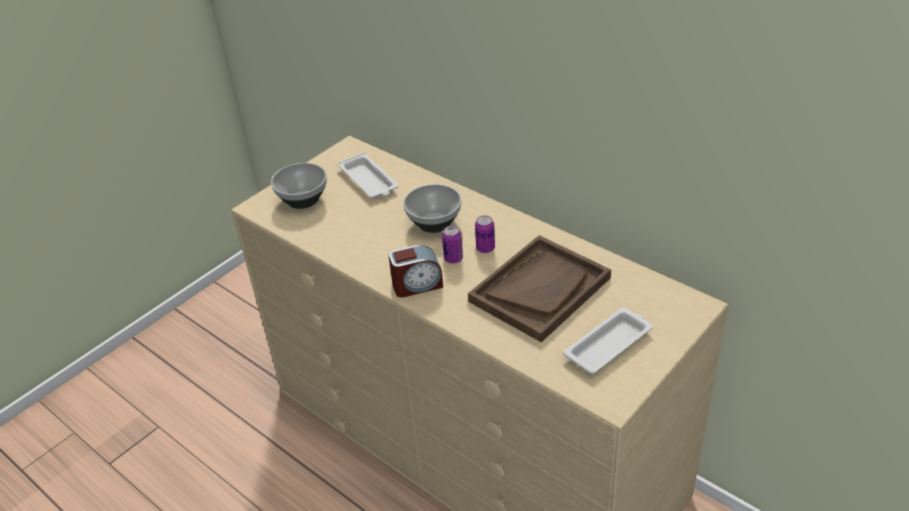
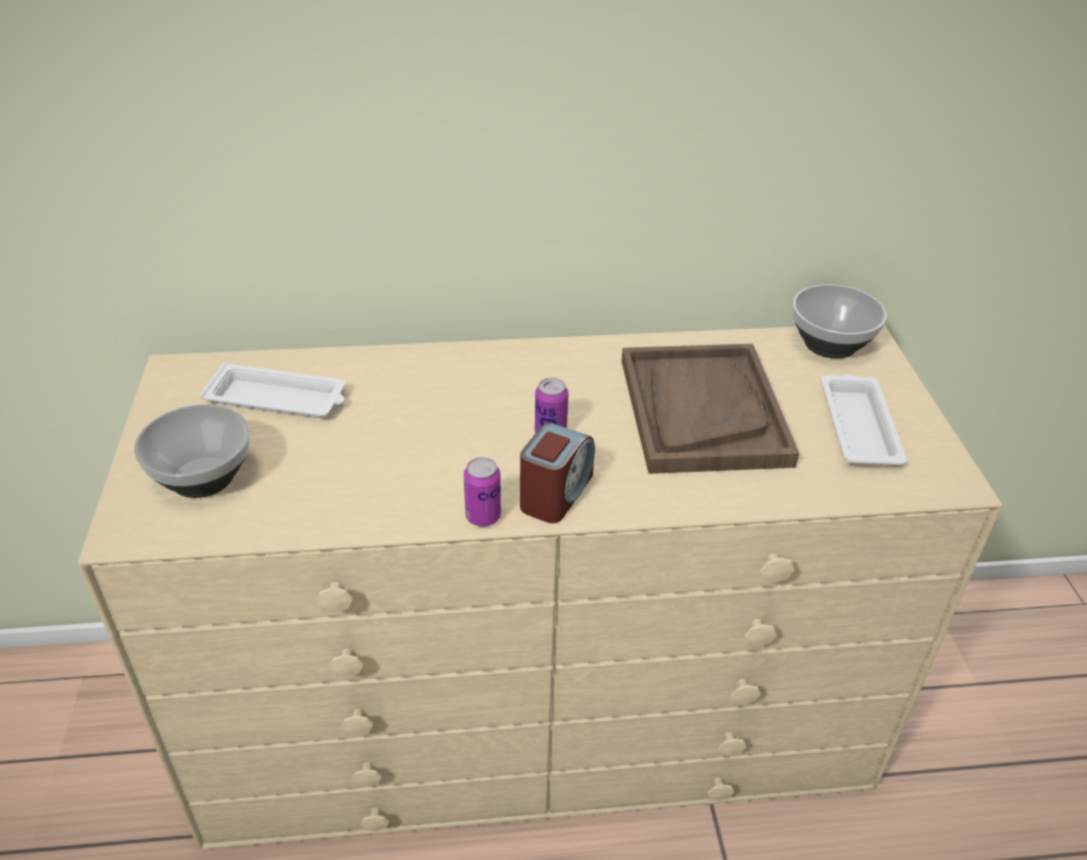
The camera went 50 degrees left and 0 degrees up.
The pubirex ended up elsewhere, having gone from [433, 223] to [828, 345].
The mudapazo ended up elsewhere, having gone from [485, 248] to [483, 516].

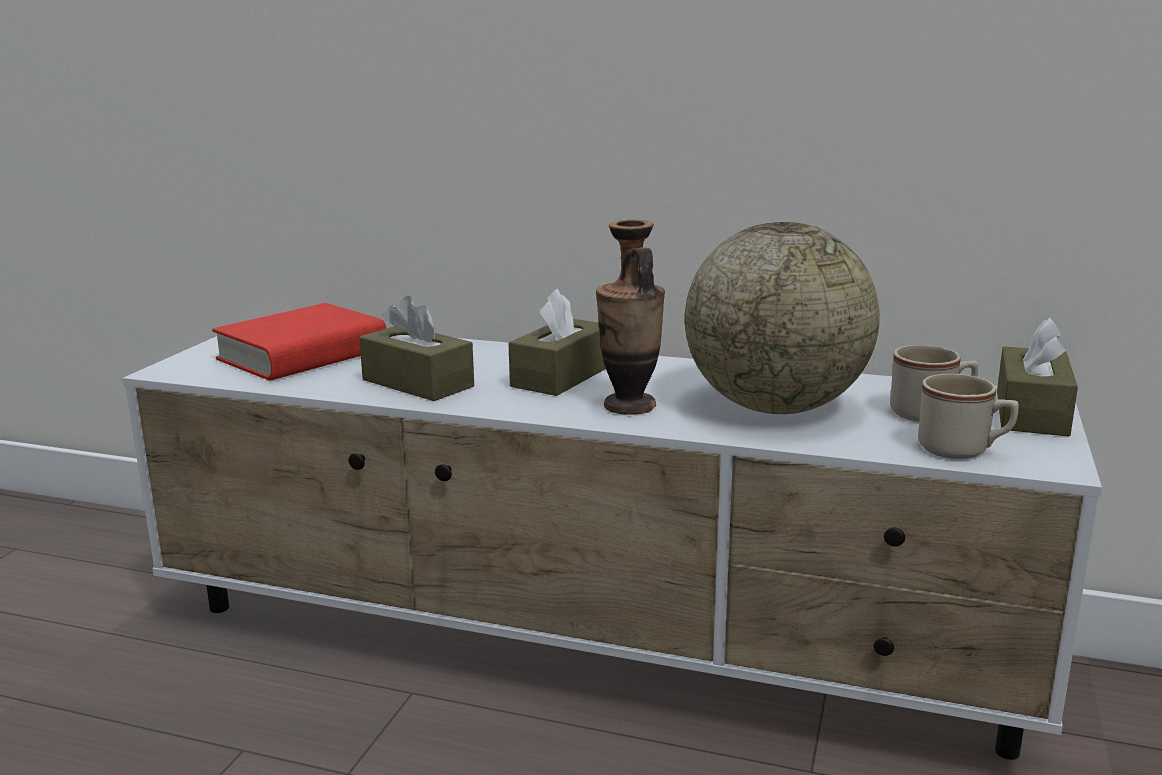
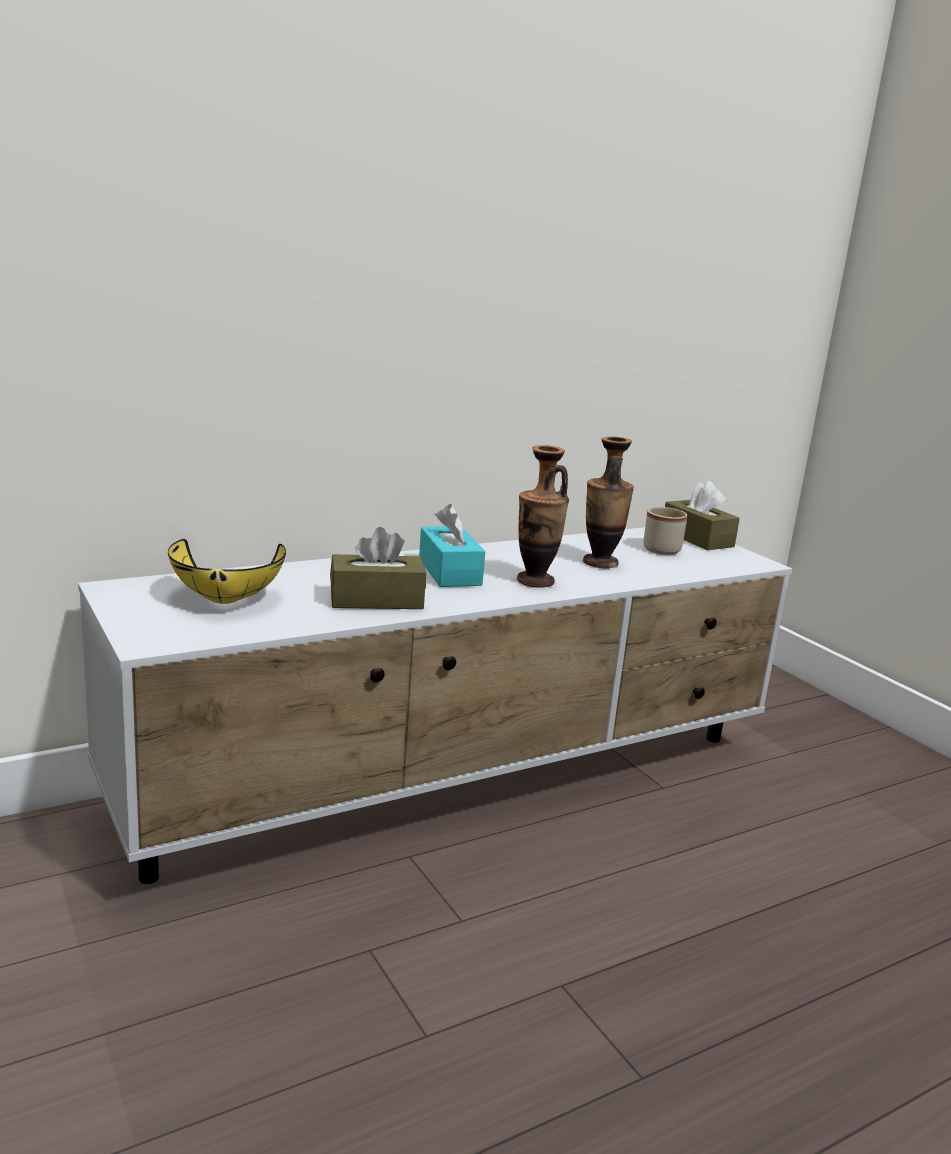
The camera went 50 degrees left and 0 degrees up.
The second view lost the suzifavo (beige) at [963, 450].
Where the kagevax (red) stood at [303, 355], the pubirex (yellow) came to stand at [227, 601].
Where the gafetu stood at [775, 407], the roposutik came to stand at [600, 563].
What was the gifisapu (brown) at [561, 376] turned into the gifisapu (turquoise) at [449, 572].

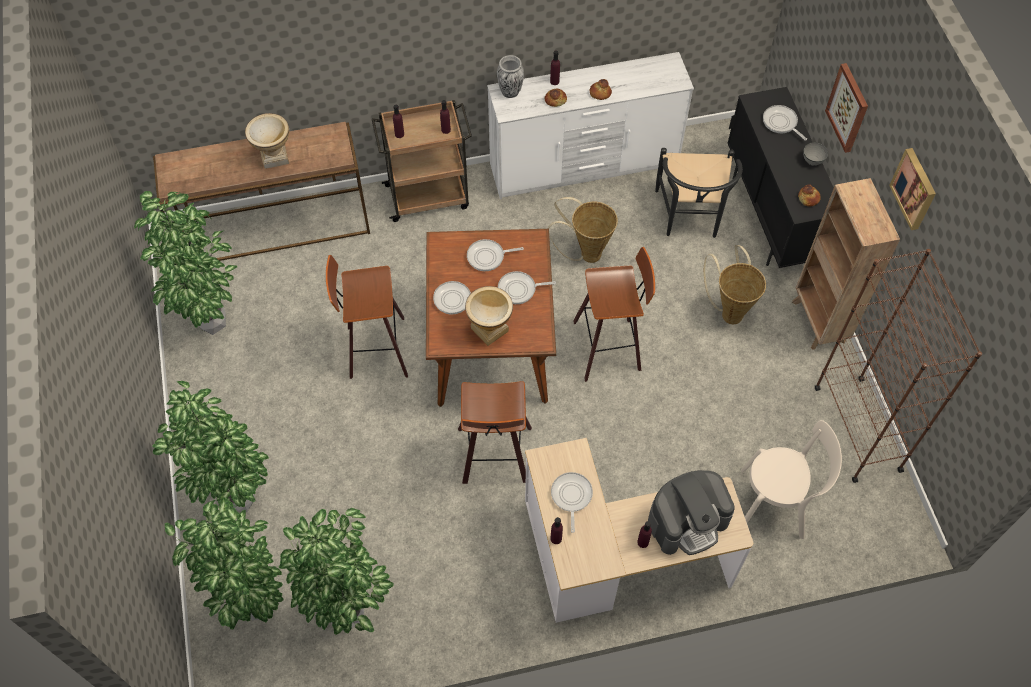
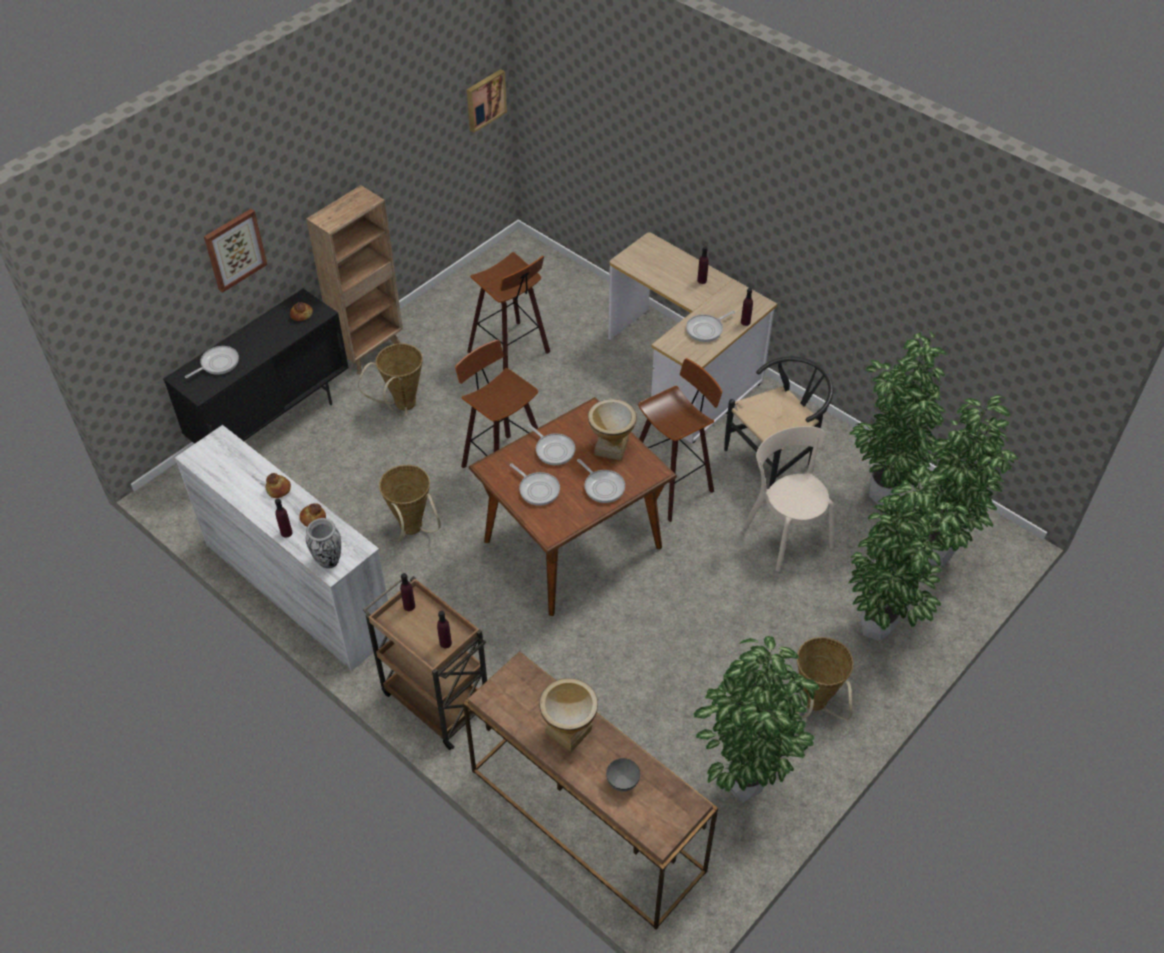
The camera went 125 degrees left and 10 degrees down.
The second view lost the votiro at [687, 521].
The second view lost the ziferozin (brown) at [857, 428].
The second view gained the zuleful at [815, 706].
The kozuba ended up elsewhere, having gone from [374, 349] to [512, 352].
The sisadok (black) ended up elsewhere, having gone from [690, 218] to [775, 458].
The sisadok (beige) ended up elsewhere, having gone from [776, 503] to [785, 533].
The pubirex (grey) ended up elsewhere, having gone from [813, 161] to [622, 782].
The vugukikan ended up elsewhere, having gone from [915, 188] to [485, 99].
The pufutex at [781, 123] ended up facing another way, 150 degrees counterclockwise from before.

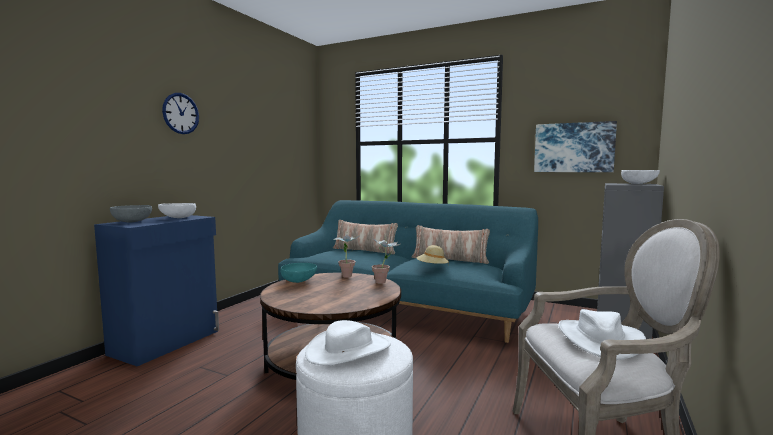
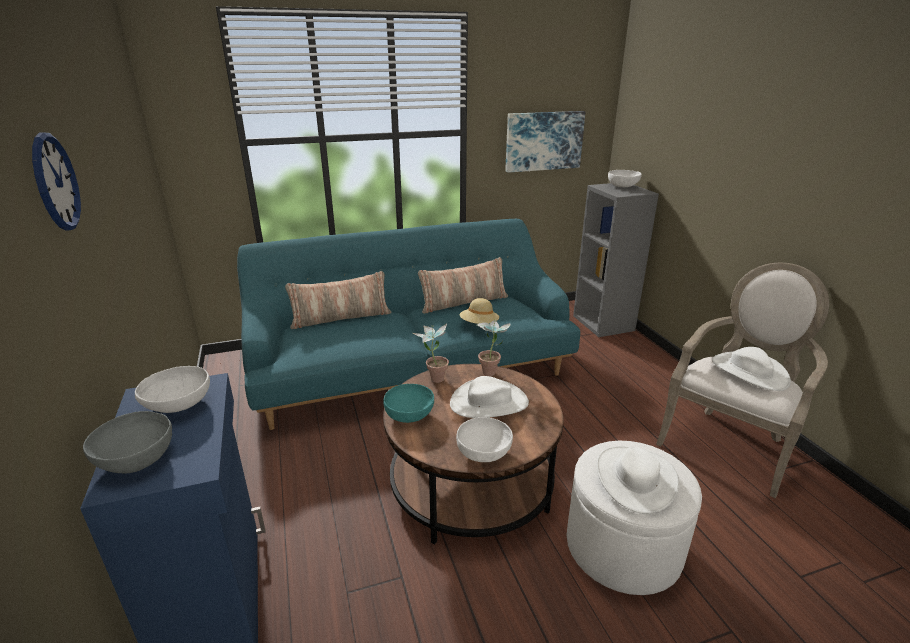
The camera went 45 degrees left and 20 degrees up.
The second view gained the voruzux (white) at [489, 403].
The second view gained the pubirex (white) at [484, 452].

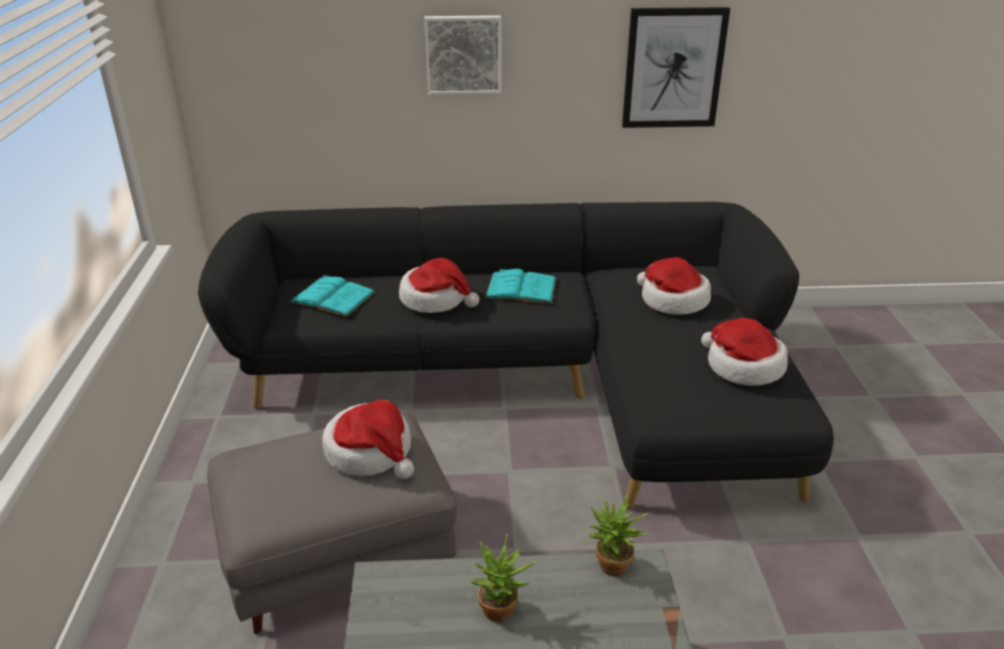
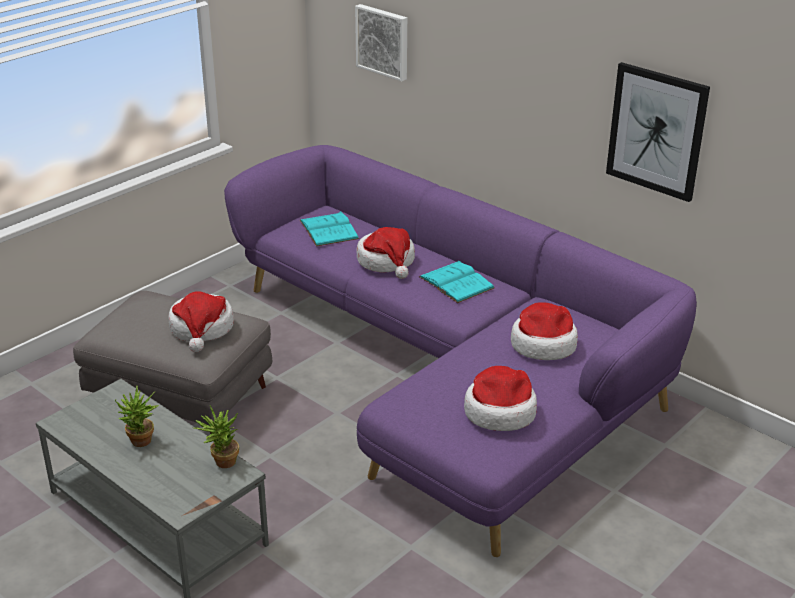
The camera went 45 degrees right and 0 degrees up.
The vugukikan ended up elsewhere, having gone from [463, 54] to [383, 41].
What was the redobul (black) at [538, 380] turned into the redobul (purple) at [450, 370].

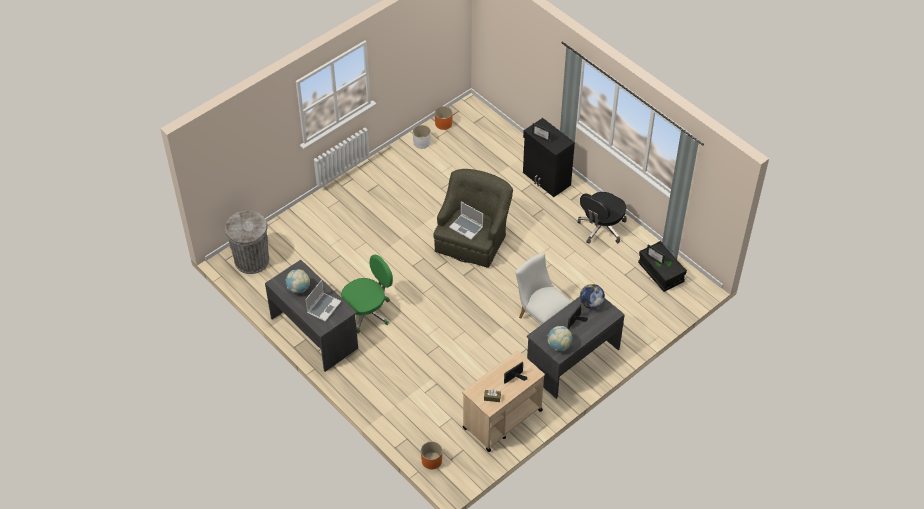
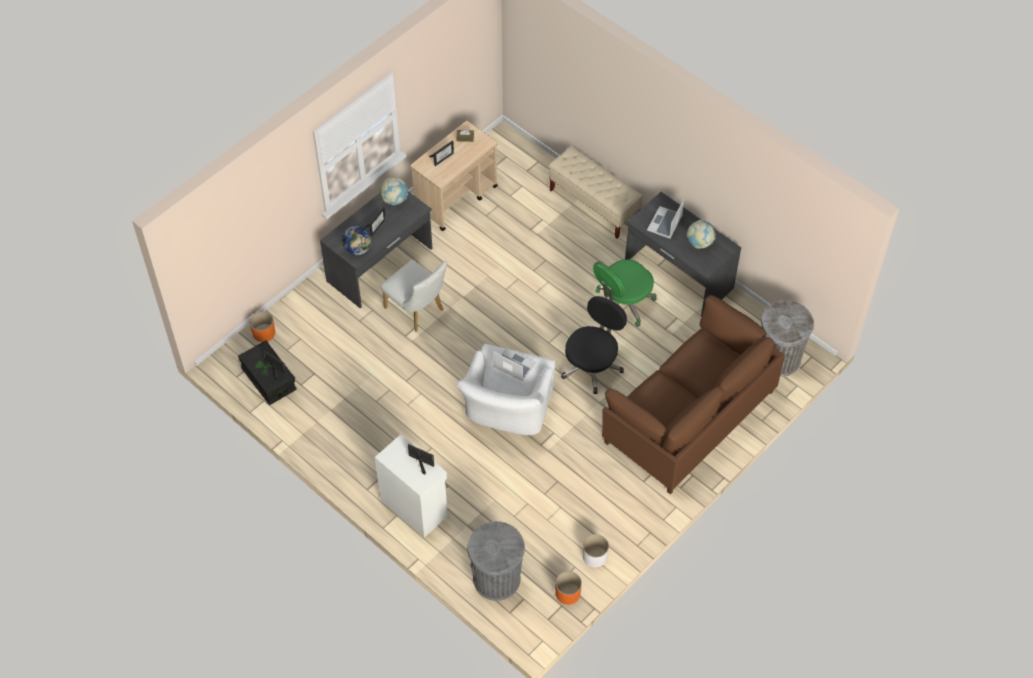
The camera went 175 degrees right and 5 degrees up.
The second view gained the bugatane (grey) at [496, 579].
The second view gained the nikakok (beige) at [594, 205].
The second view gained the redobul (brown) at [688, 416].
The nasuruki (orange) ended up elsewhere, having gone from [431, 460] to [264, 333].
The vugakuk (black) ended up elsewhere, having gone from [601, 228] to [592, 365].
What was the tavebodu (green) at [473, 238] turned into the tavebodu (white) at [507, 409].
What was the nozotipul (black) at [546, 179] turned into the nozotipul (white) at [414, 507].

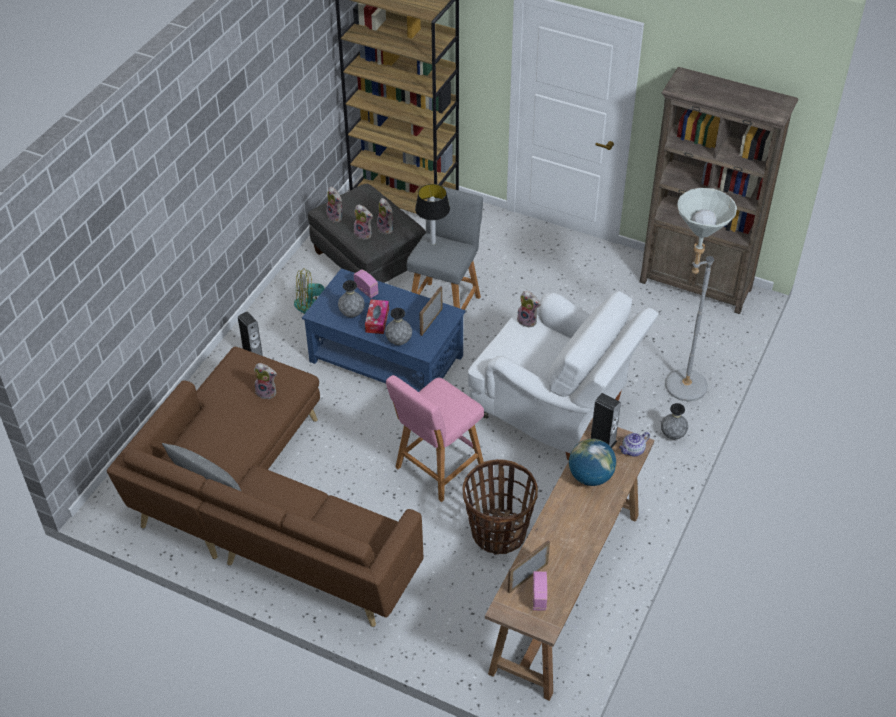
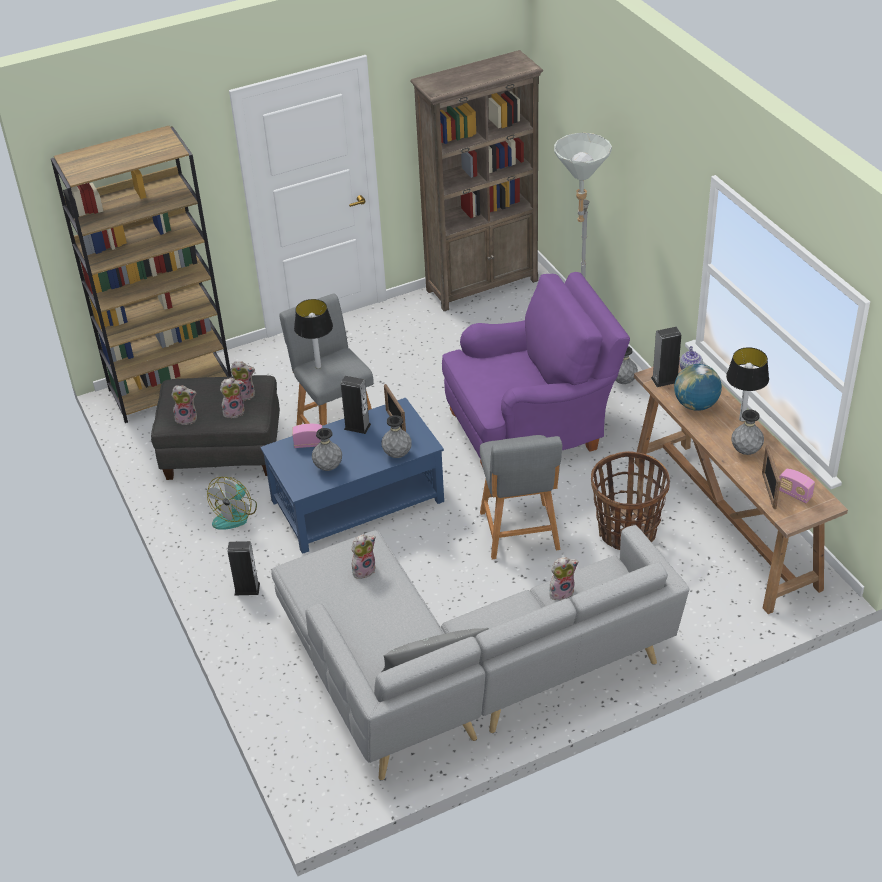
The camera went 50 degrees left and 5 degrees down.
The second view lost the gifisapu at [377, 320].
The second view gained the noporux at [357, 426].
The second view gained the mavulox at [742, 419].
The second view gained the roposutik (grey) at [745, 451].
The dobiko ended up elsewhere, having gone from [528, 321] to [561, 592].
What was the redobul (brown) at [265, 514] turned into the redobul (grey) at [458, 675].
What was the kozuba (pink) at [436, 469] turned into the kozuba (grey) at [520, 534].
What was the tavebodu (white) at [554, 412] turned into the tavebodu (purple) at [531, 432].

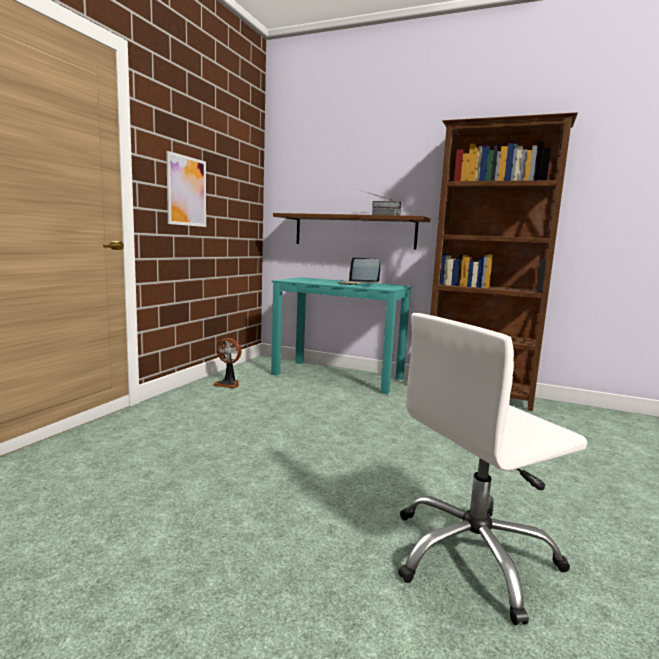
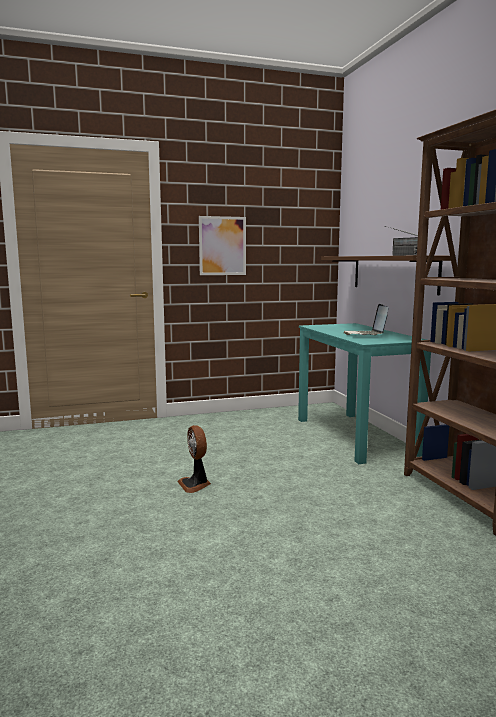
The camera went 50 degrees right and 0 degrees up.
The second view lost the vugakuk (white) at [473, 556].
The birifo ended up elsewhere, having gone from [228, 384] to [195, 484].

